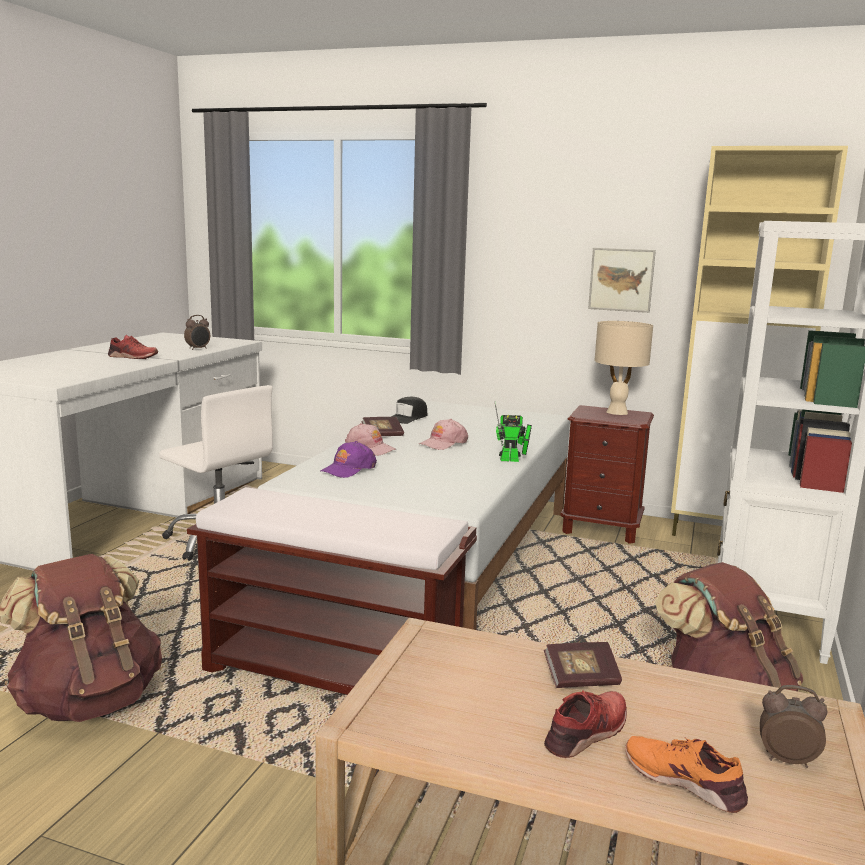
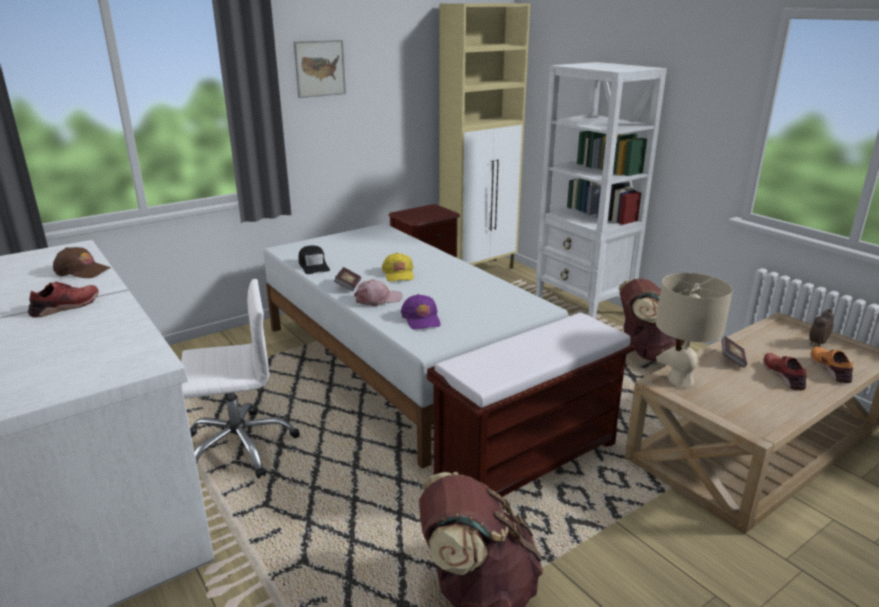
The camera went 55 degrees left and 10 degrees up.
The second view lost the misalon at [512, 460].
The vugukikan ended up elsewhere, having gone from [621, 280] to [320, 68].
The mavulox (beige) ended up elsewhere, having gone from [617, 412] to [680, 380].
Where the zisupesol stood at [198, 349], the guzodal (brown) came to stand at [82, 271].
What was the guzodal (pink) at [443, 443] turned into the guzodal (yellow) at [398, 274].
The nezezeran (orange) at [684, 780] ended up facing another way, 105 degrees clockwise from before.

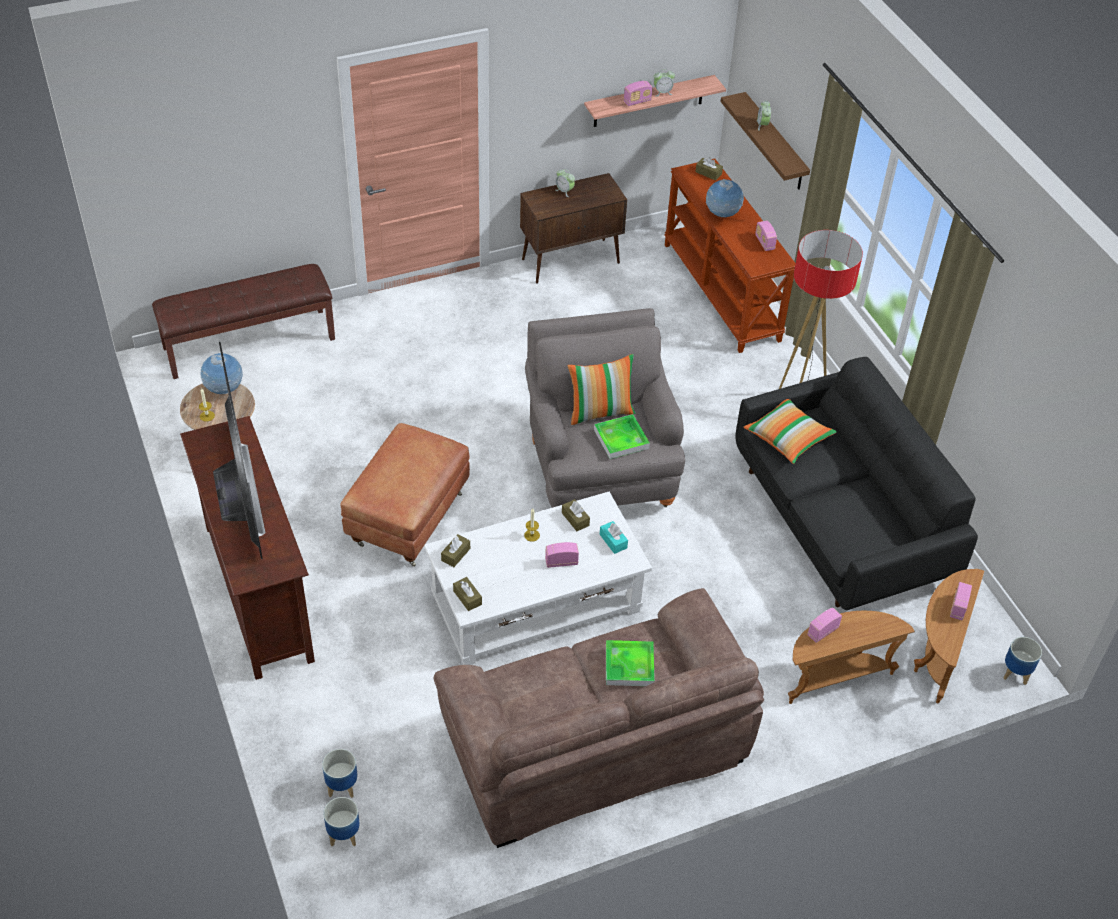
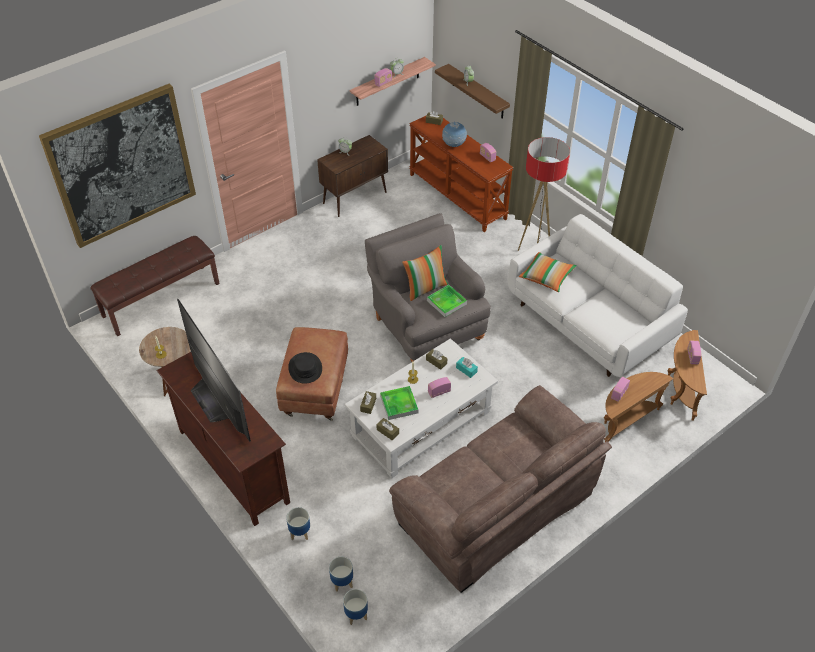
The camera went 15 degrees left and 0 degrees up.
The second view lost the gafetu at [224, 390].
The second view gained the vugukikan at [122, 165].
The second view gained the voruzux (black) at [305, 368].
The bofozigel ended up elsewhere, having gone from [629, 665] to [399, 404].
The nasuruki ended up elsewhere, having gone from [1015, 673] to [299, 532].
What was the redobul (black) at [840, 522] turned into the redobul (white) at [589, 322].

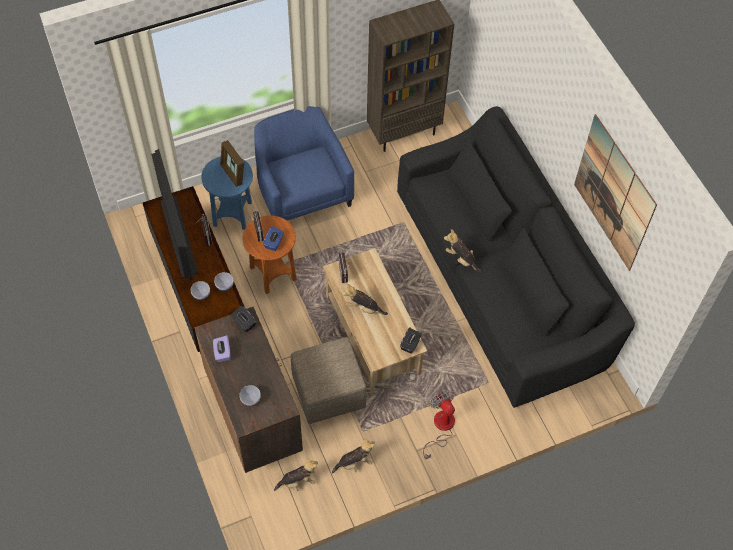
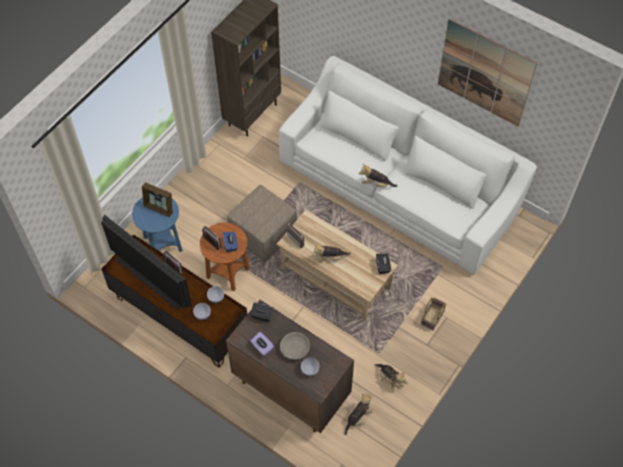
The camera went 30 degrees left and 0 degrees up.
The second view lost the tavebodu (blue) at [302, 191].
The second view gained the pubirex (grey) at [295, 349].
The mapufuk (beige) ended up elsewhere, having gone from [328, 392] to [263, 235].
Where the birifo stood at [441, 428], the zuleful came to stand at [432, 318].
What was the redobul (black) at [501, 278] turned into the redobul (white) at [399, 186].
The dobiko at [355, 463] ended up facing another way, 105 degrees clockwise from before.

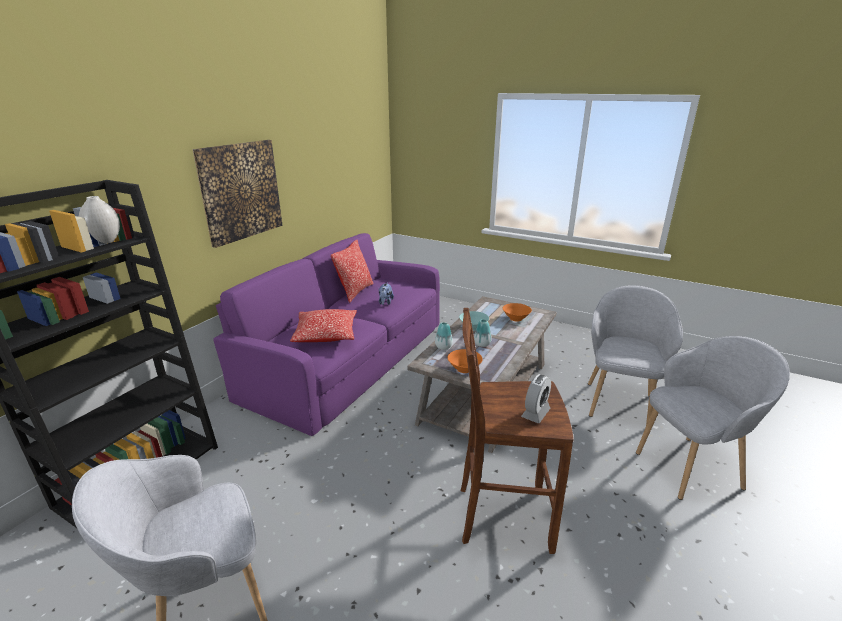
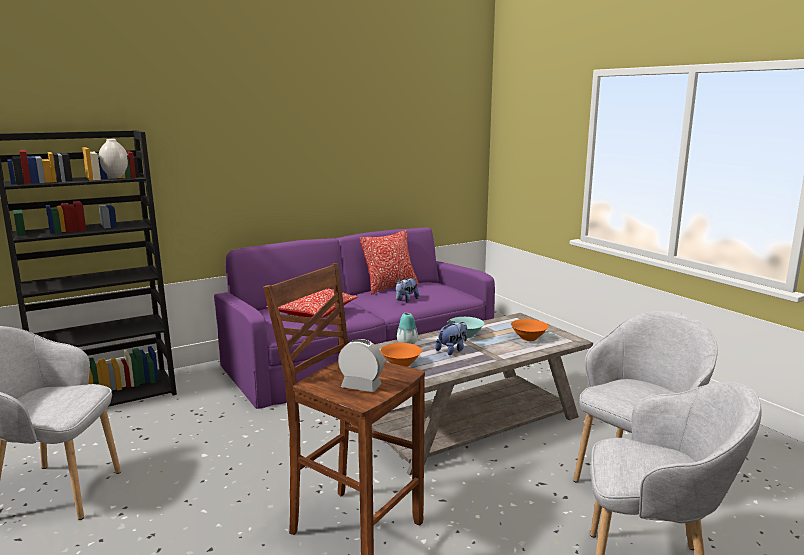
The camera went 30 degrees right and 10 degrees down.
The second view lost the vugukikan at [240, 191].
Where the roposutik stood at [482, 344], the dobiko came to stand at [452, 350].
The zisupesol at [535, 413] ended up facing another way, 135 degrees counterclockwise from before.

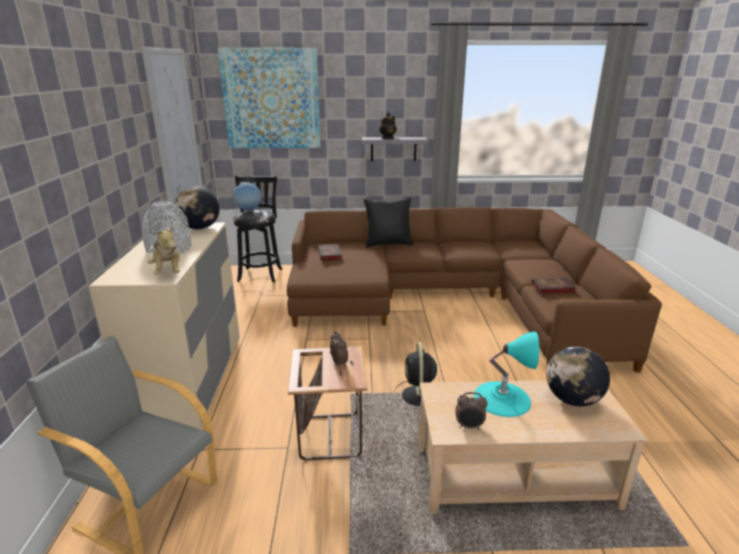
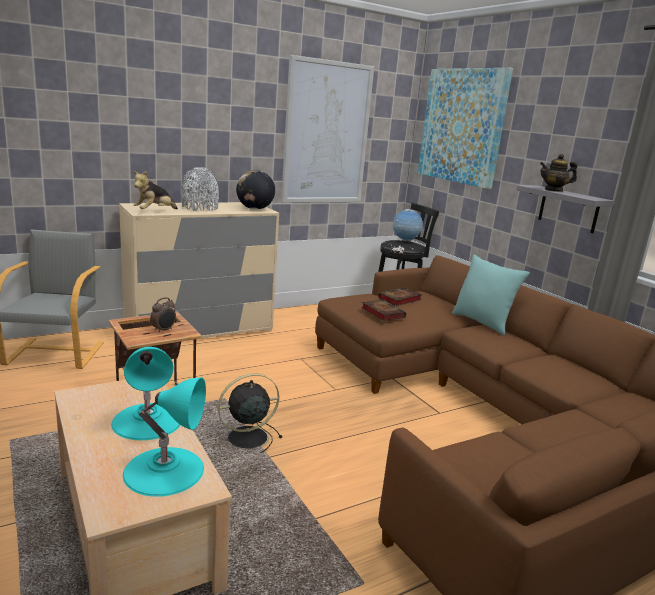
The camera went 60 degrees right and 5 degrees down.
The second view lost the zisupesol at [469, 426].
The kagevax ended up elsewhere, having gone from [552, 289] to [381, 312].
Where the gafetu stood at [572, 399], the mavulox (turquoise) came to stand at [164, 470].
What was the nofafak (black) at [388, 244] turned into the nofafak (turquoise) at [482, 322].

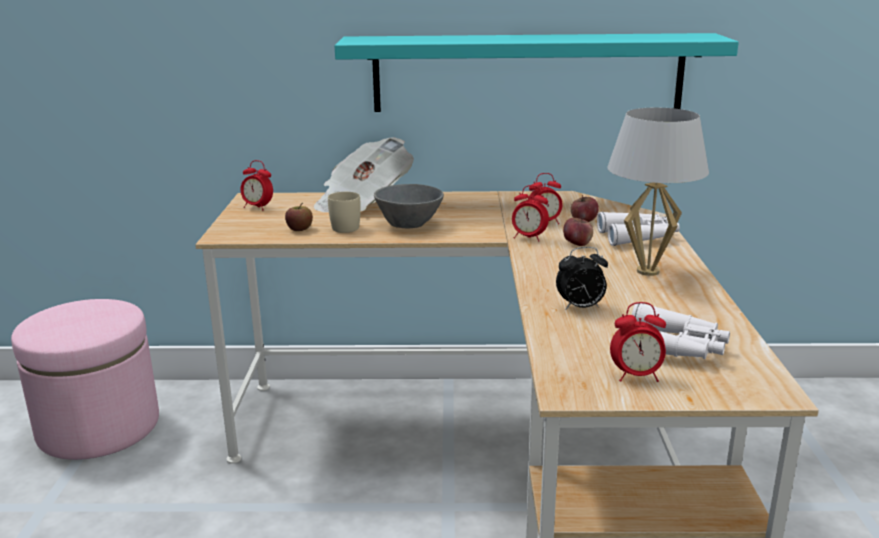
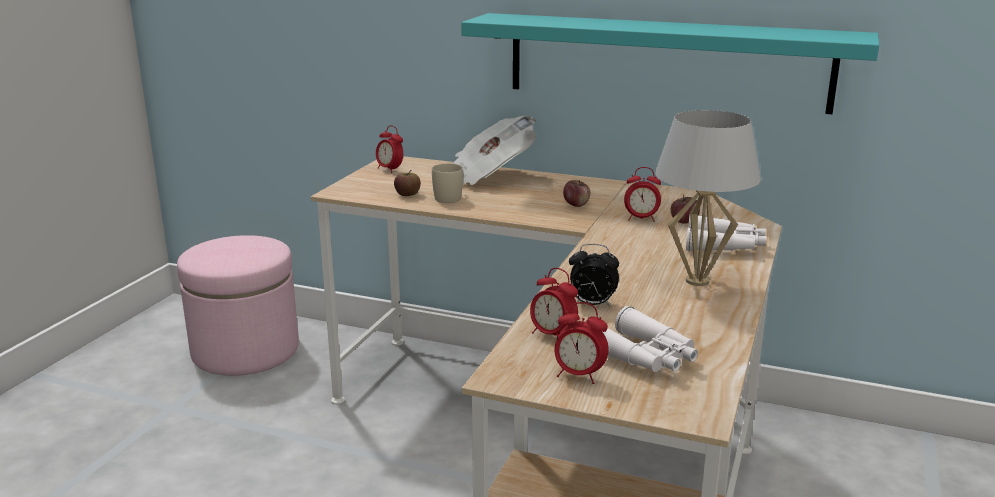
The camera went 20 degrees right and 0 degrees up.
The second view lost the pubirex (grey) at [410, 224].
The zisupesol ended up elsewhere, having gone from [528, 238] to [552, 336].
The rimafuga ended up elsewhere, having gone from [577, 244] to [576, 205].

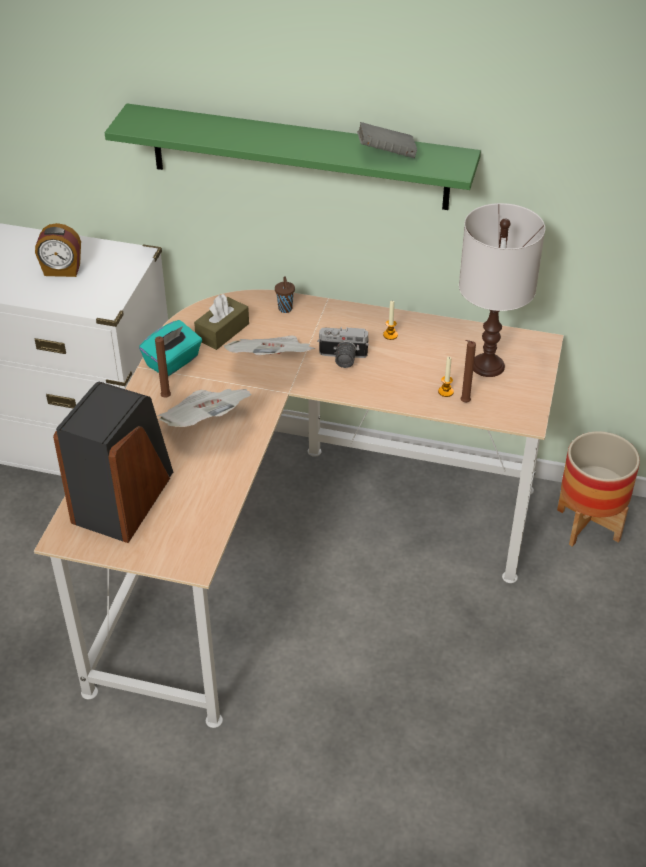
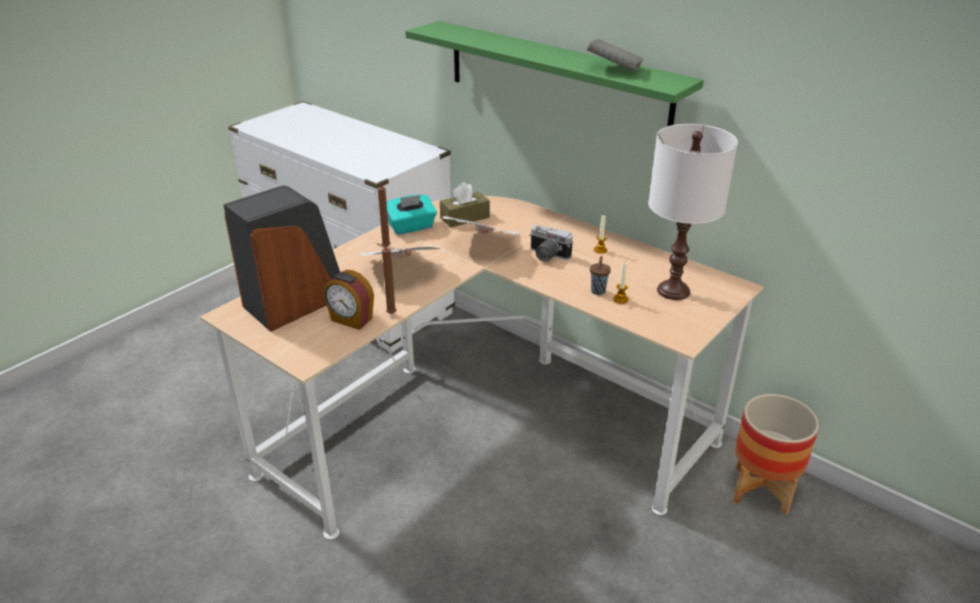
The camera went 25 degrees right and 10 degrees down.
The zisupesol ended up elsewhere, having gone from [62, 270] to [351, 320].
The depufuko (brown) ended up elsewhere, having gone from [285, 309] to [598, 292].
The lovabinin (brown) ended up elsewhere, having gone from [463, 403] to [389, 314].

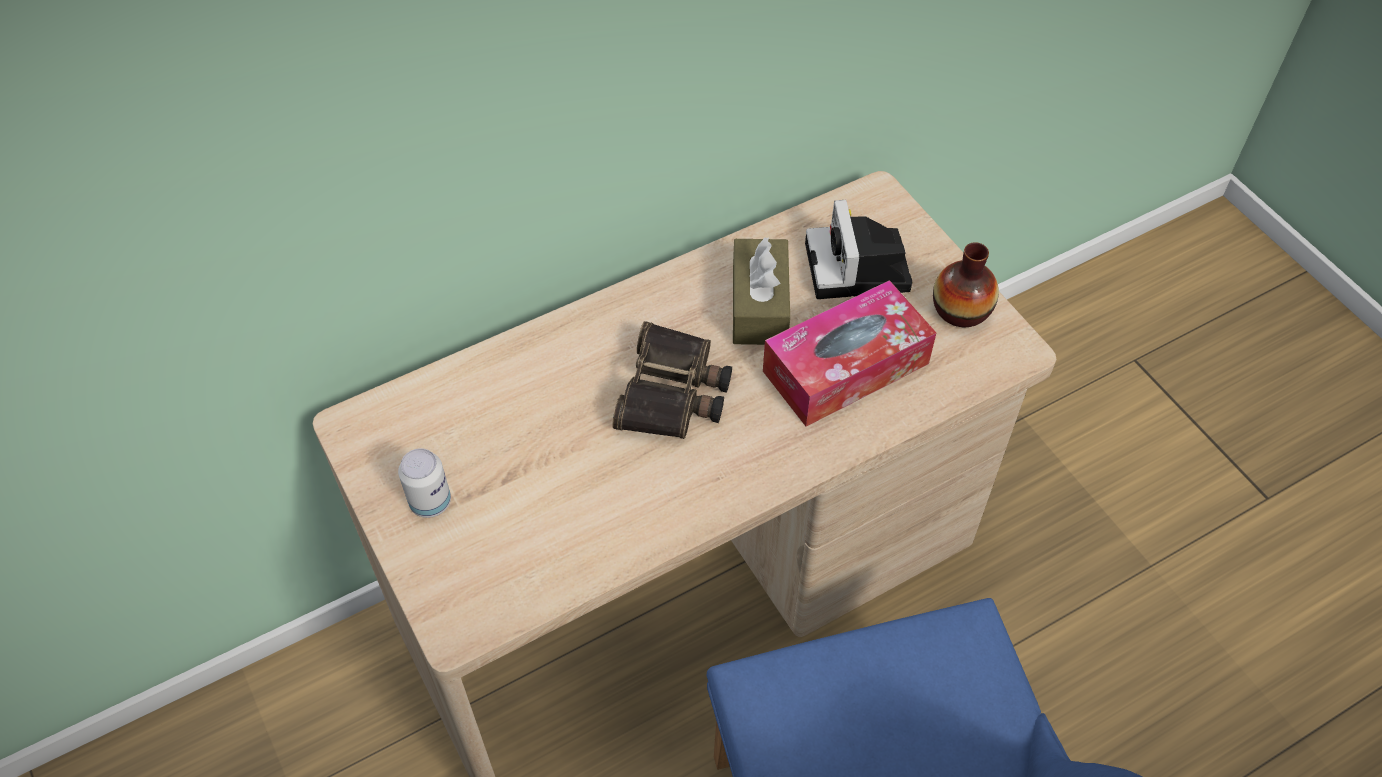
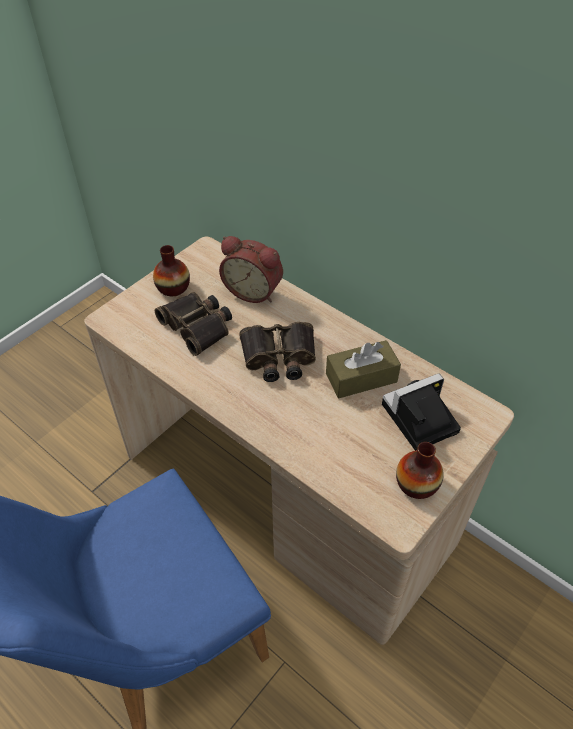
The camera went 70 degrees right and 5 degrees down.
The second view lost the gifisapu at [845, 367].
The second view gained the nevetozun at [198, 326].
The second view gained the zisupesol at [254, 290].
Where the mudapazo stood at [430, 502], the roposutik came to stand at [173, 288].

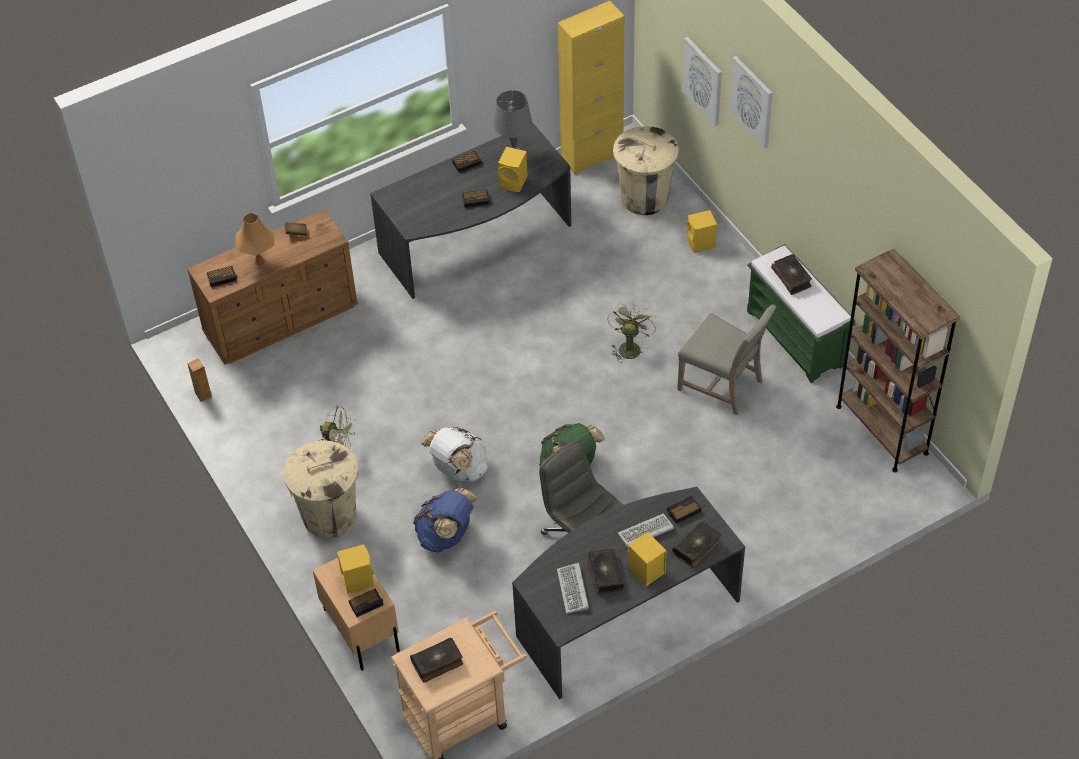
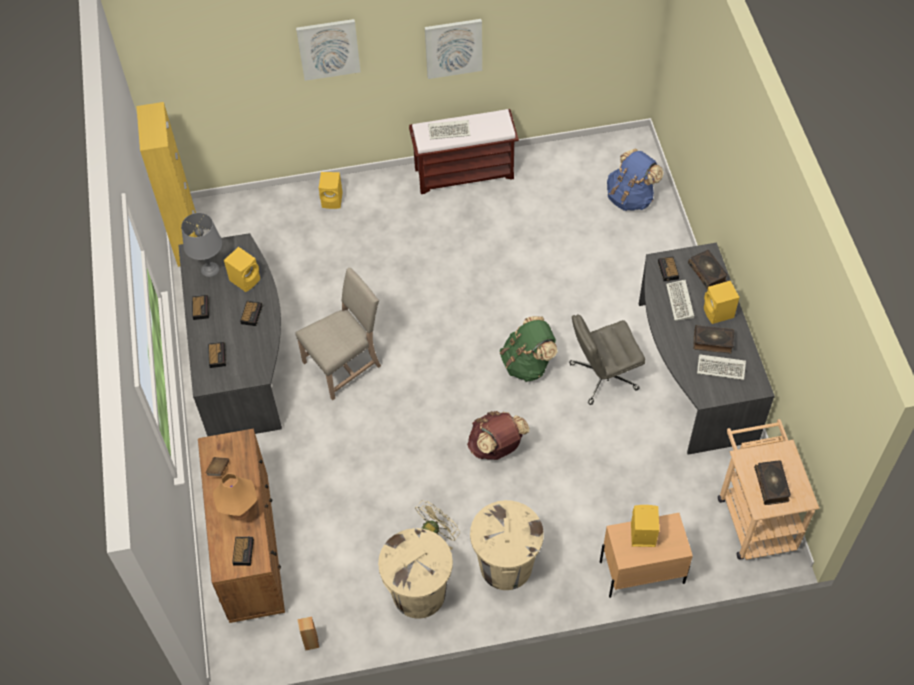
The camera went 70 degrees left and 5 degrees up.
The second view lost the birifo (beige) at [629, 346].
The second view lost the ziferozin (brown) at [881, 430].
The zisupesol ended up elsewhere, having gone from [367, 604] to [217, 355].
The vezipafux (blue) ended up elsewhere, having gone from [446, 535] to [630, 197].
The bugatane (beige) ended up elsewhere, having gone from [644, 198] to [419, 593].
The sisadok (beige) ended up elsewhere, having gone from [723, 385] to [345, 364].
The vugukikan ended up elsewhere, having gone from [703, 81] to [453, 48].
Where the kagevax stood at [792, 278], the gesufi came to stand at [450, 130].
What was the vezipafux (white) at [458, 469] turned into the vezipafux (brown) at [496, 447].
What was the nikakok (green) at [796, 339] turned into the nikakok (brown) at [465, 173].

